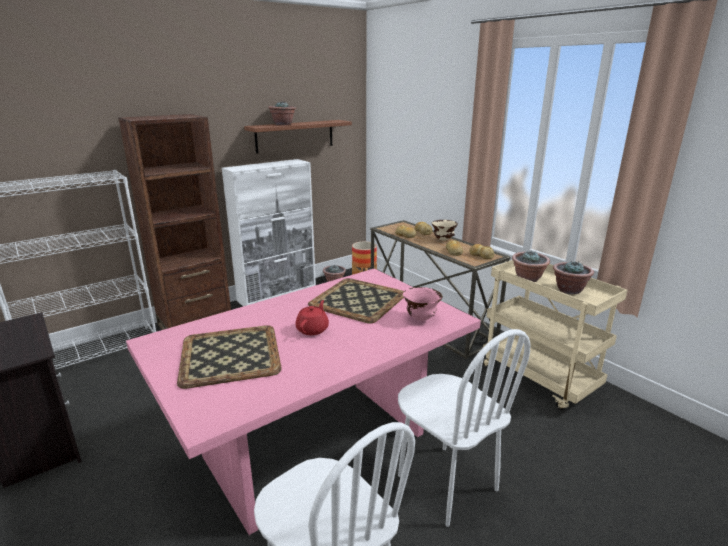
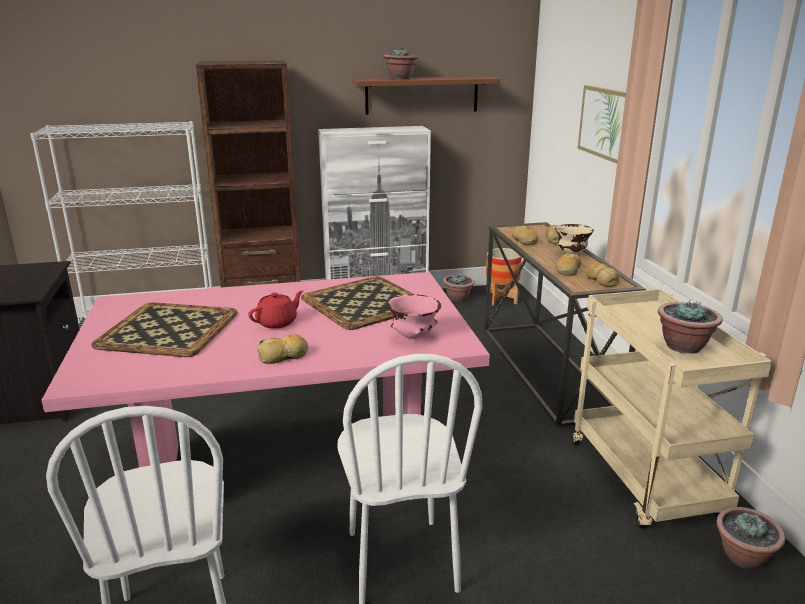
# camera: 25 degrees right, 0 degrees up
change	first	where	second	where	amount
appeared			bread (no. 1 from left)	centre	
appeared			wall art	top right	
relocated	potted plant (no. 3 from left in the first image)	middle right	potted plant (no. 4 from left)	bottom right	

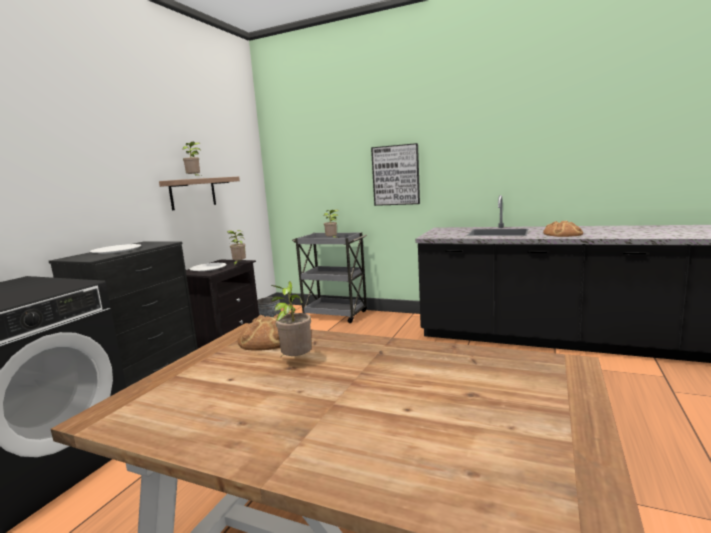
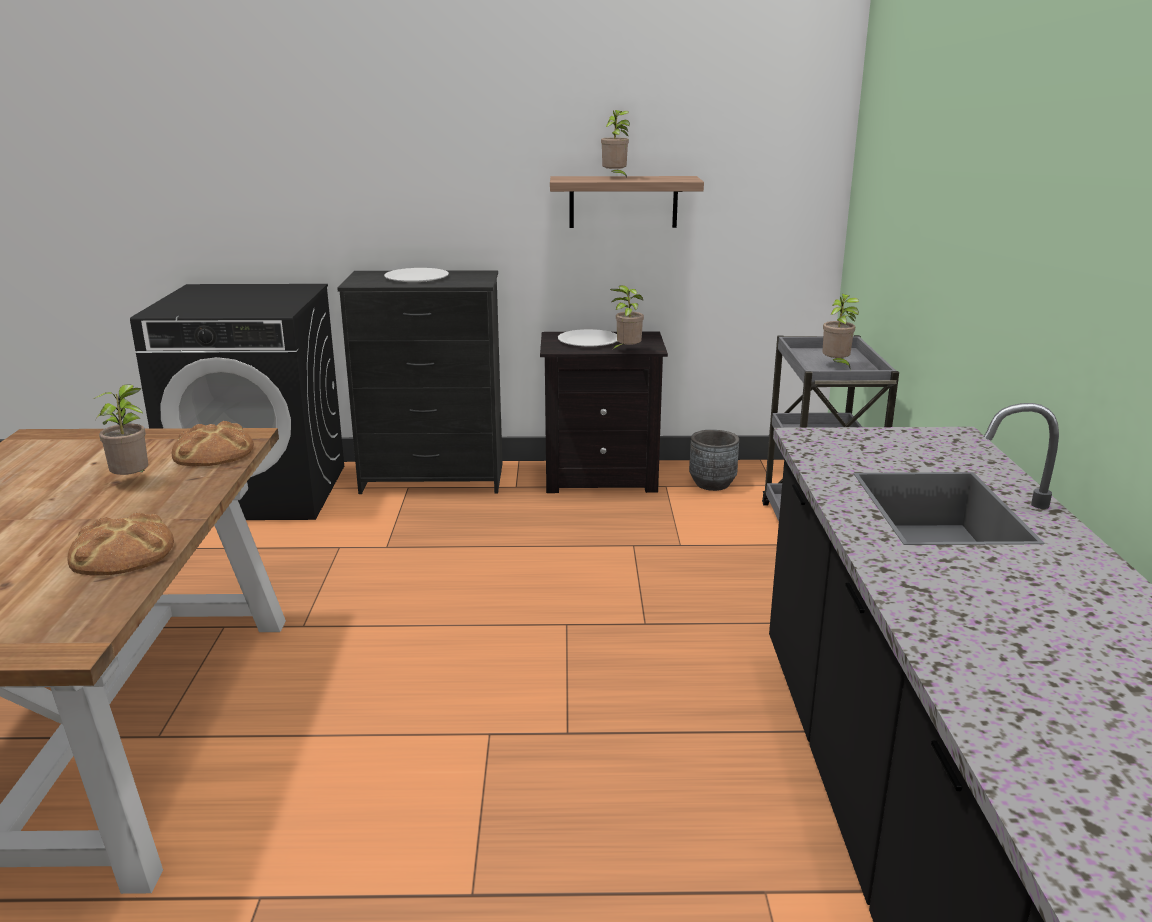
# camera: 65 degrees right, 10 degrees up
change	first	where	second	where	amount
missing	wall art	top centre			
relocated	bread (no. 2 from left in the first image)	middle right	bread (no. 1 from left)	middle left	

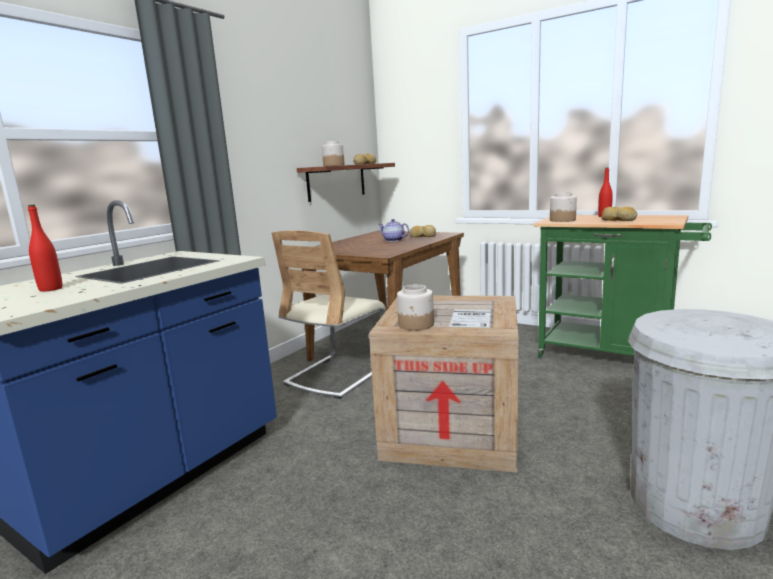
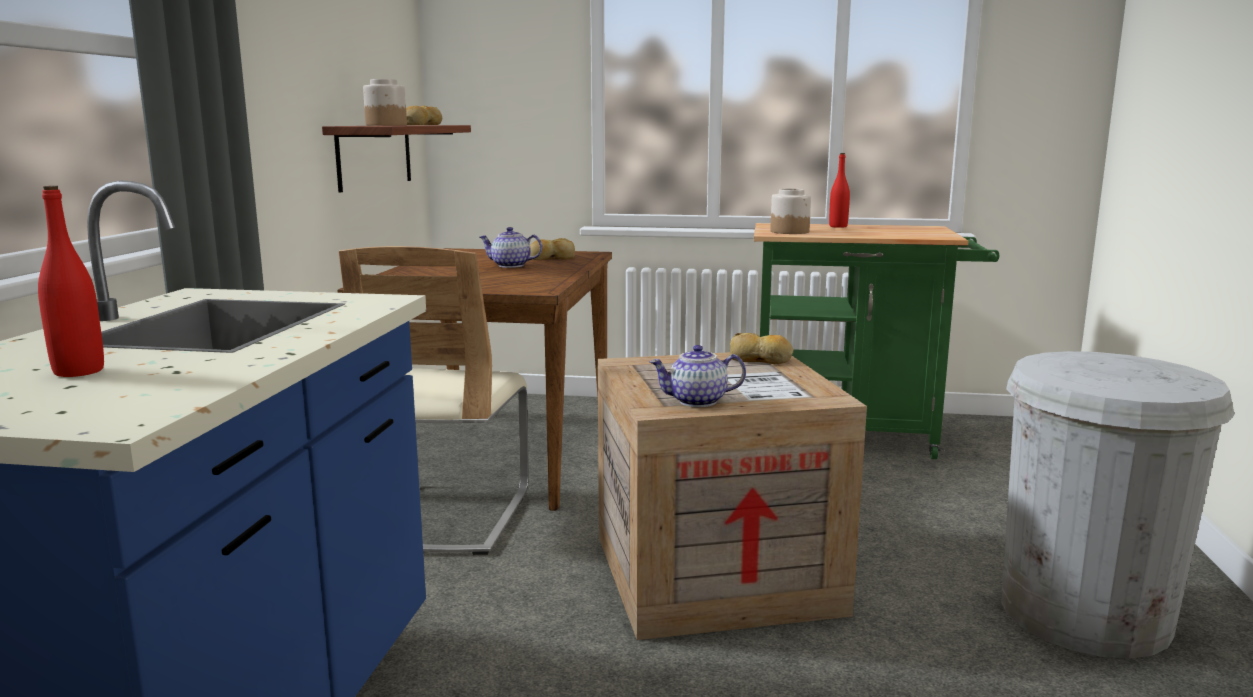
# camera: 25 degrees left, 0 degrees up
change	first	where	second	where	amount
relocated	bread (no. 3 from left)	middle right		centre	
exchanged	jar (no. 2 from left)	centre	teapot (no. 2 from left)	centre	

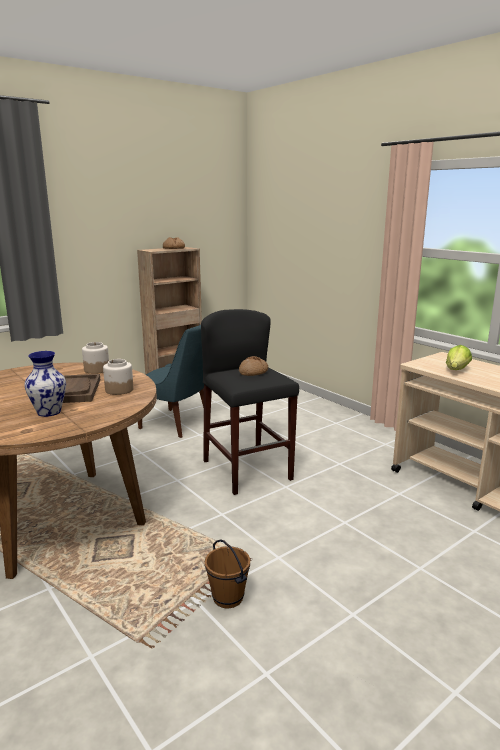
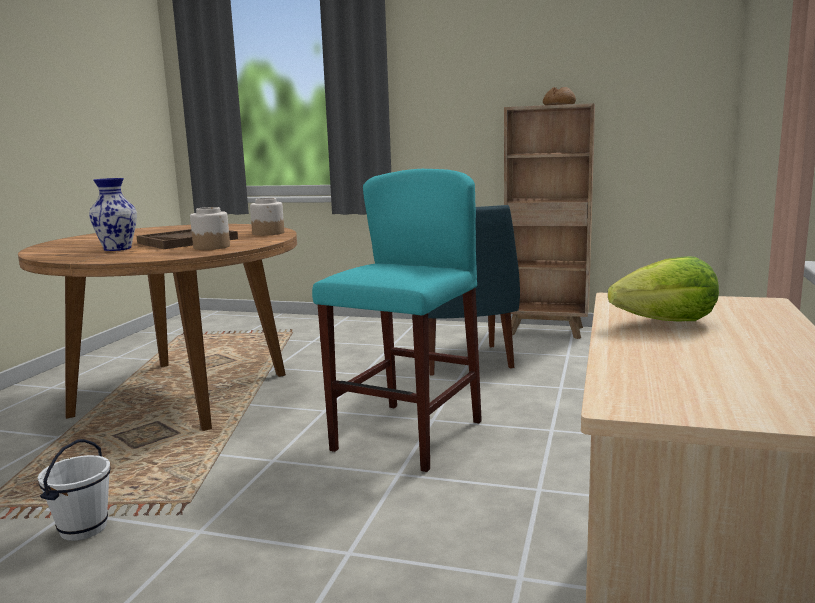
# camera: 55 degrees right, 5 degrees down
change	first	where	second	where	amount
missing	bread (no. 2 from left)	centre			
colour	stool/black	centre	stool/turquoise-coloured	centre	
colour	bucket/brown	bottom centre	bucket/white-coloured	bottom left	

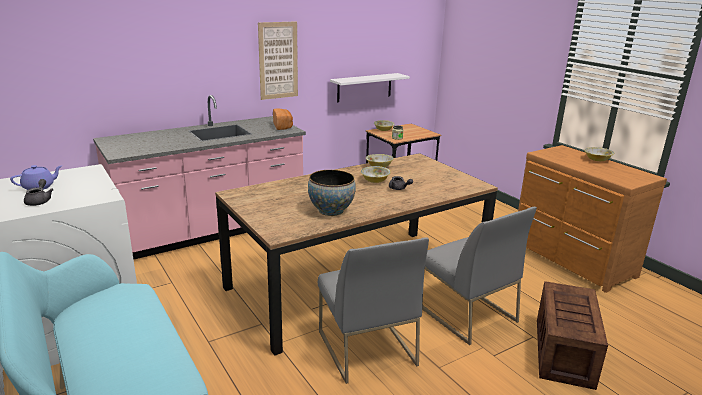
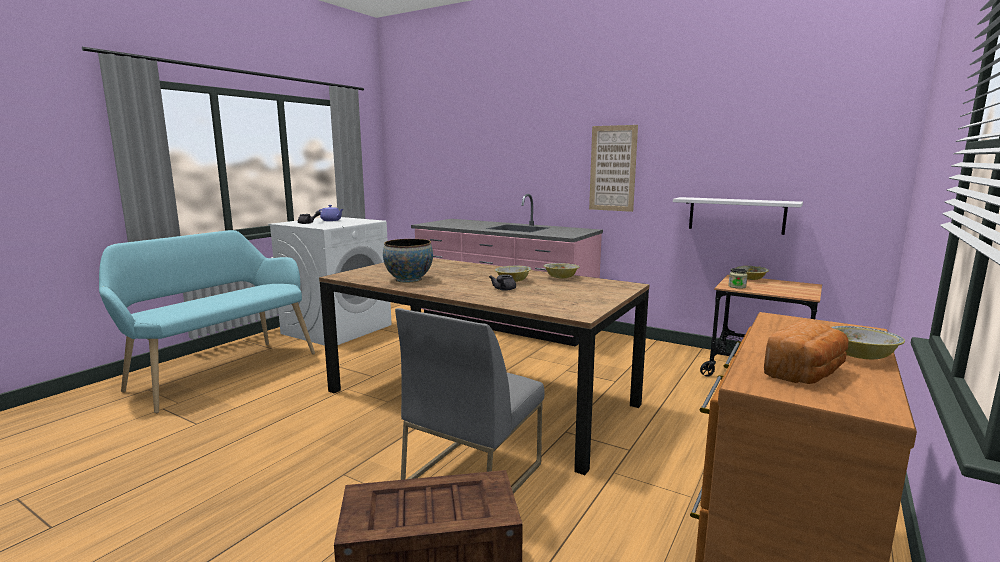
# camera: 65 degrees right, 10 degrees down
change	first	where	second	where	amount
missing	plain chair/grey (no. 1 from left)	bottom centre			
relocated	bread	top centre		middle right	

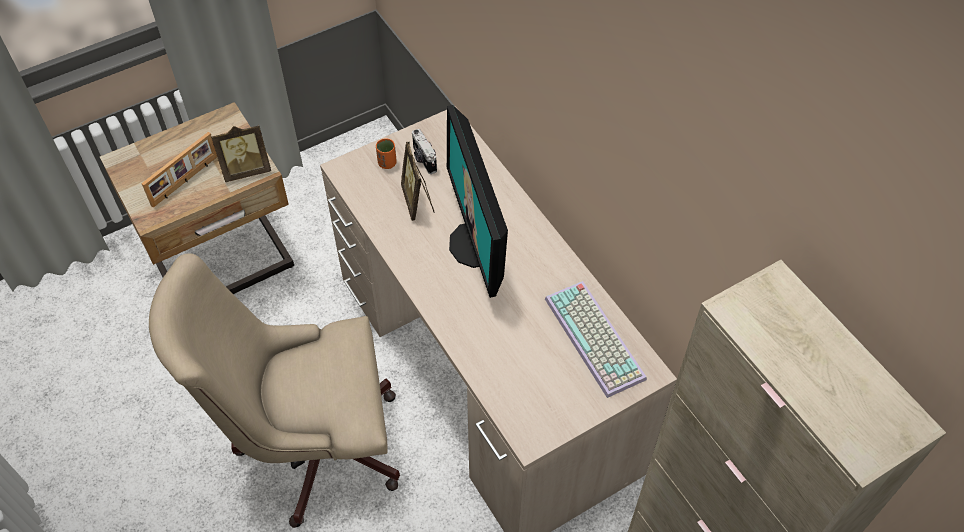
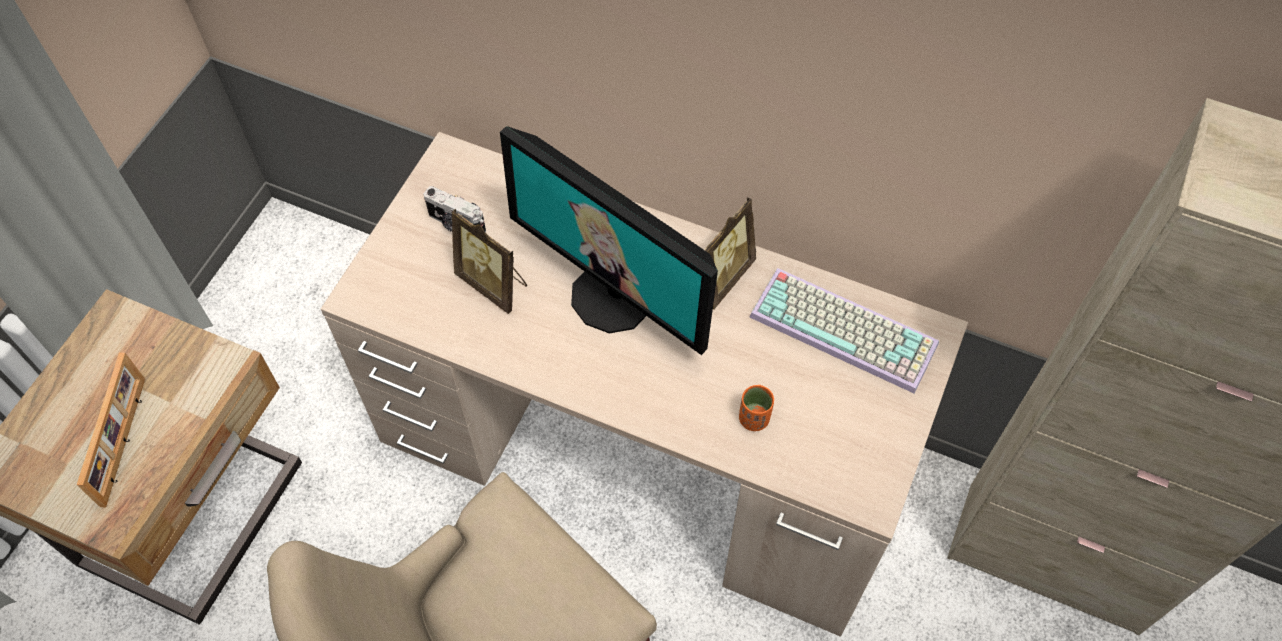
# camera: 35 degrees left, 5 degrees up
change	first	where	second	where	amount
relocated	picture frame (no. 2 from left in the first image)	top left	picture frame (no. 3 from left)	centre	
relocated	cup/orange-coloured	top centre		centre	

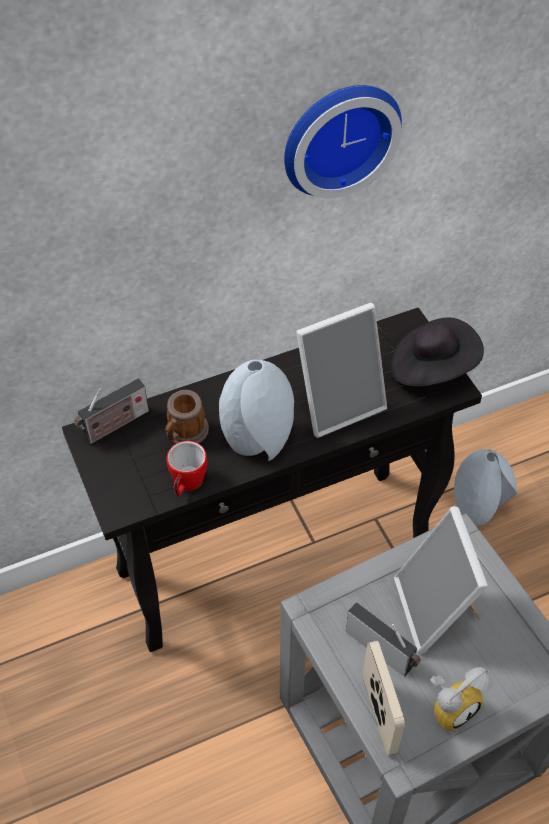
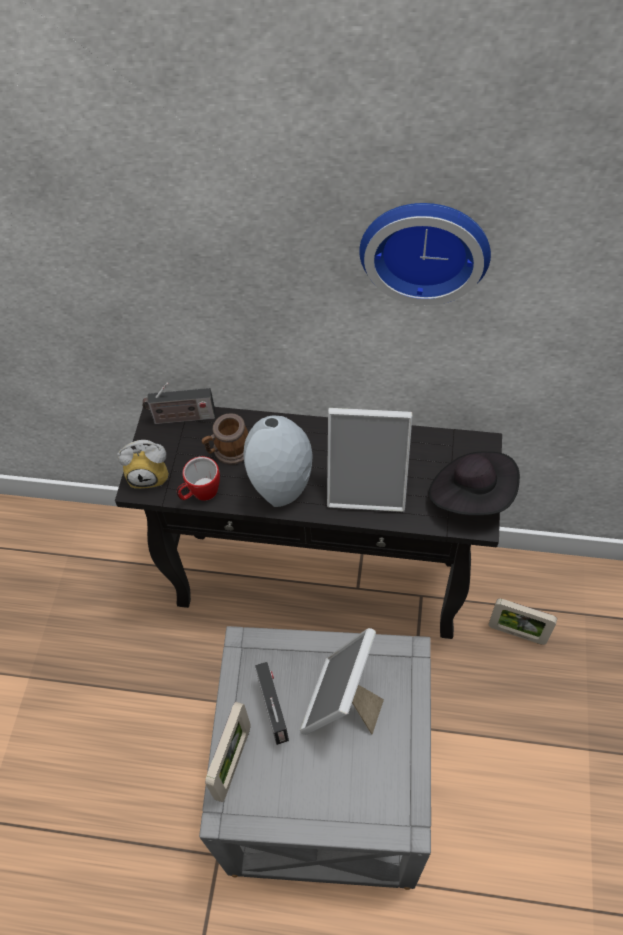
# camera: 35 degrees right, 5 degrees up
change	first	where	second	where	amount
relocated	alarm clock	bottom right		middle left	
exchanged	flower vase/grey (no. 2 from left)	middle right	picture frame (no. 4 from left)	middle right	

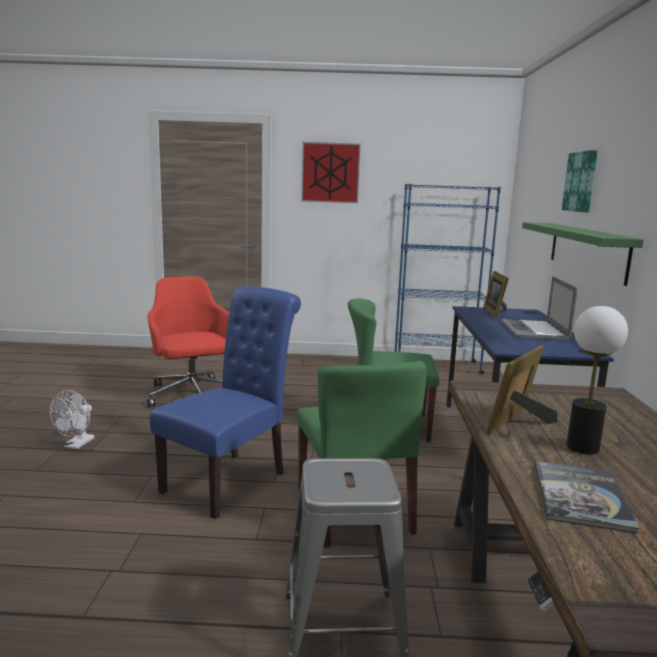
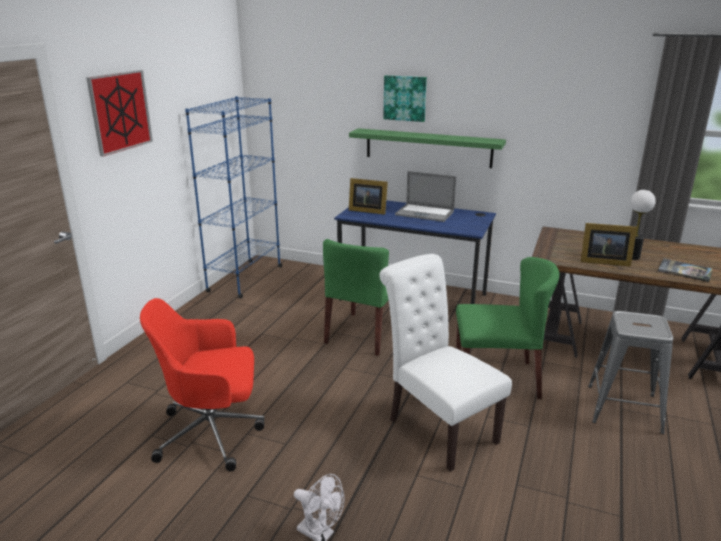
# camera: 70 degrees left, 10 degrees up
change	first	where	second	where	amount
colour	plain chair/blue	centre	plain chair/white-coloured	bottom centre	
spun	picture frame (no. 2 from left)	middle right		middle right	45 degrees counterclockwise

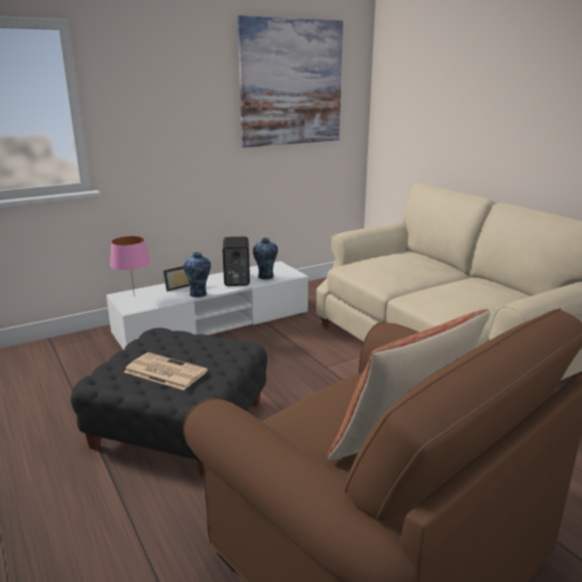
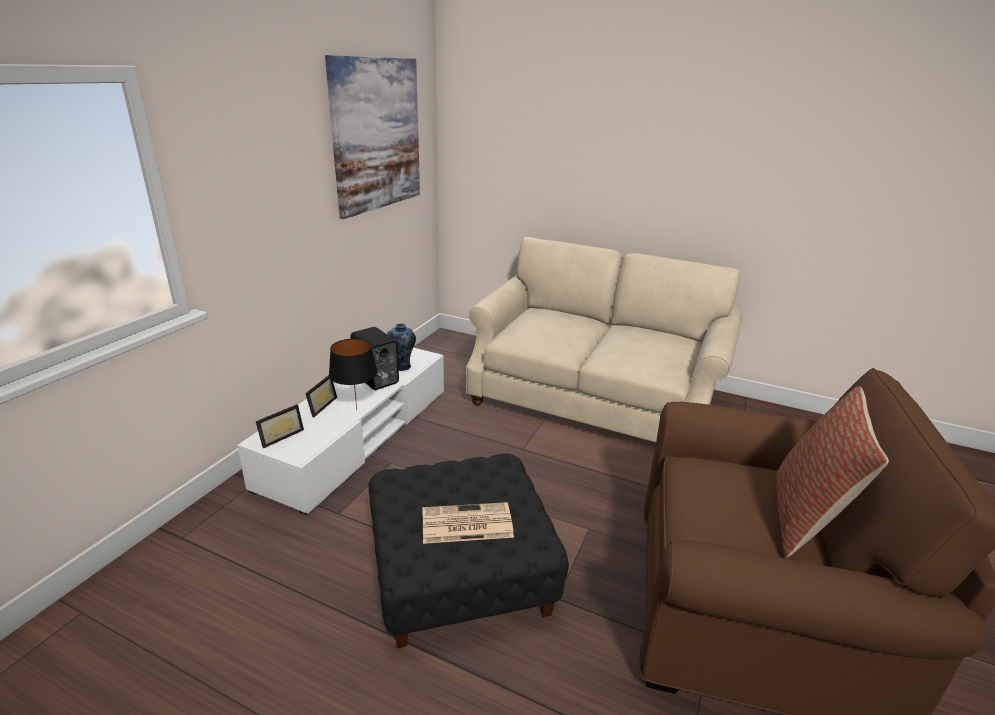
# camera: 35 degrees left, 5 degrees up
change	first	where	second	where	amount
exchanged	table lamp/pink-coloured	middle left	picture frame (no. 1 from left)	middle left	
exchanged	flower vase (no. 1 from left)	centre	table lamp/black	centre	

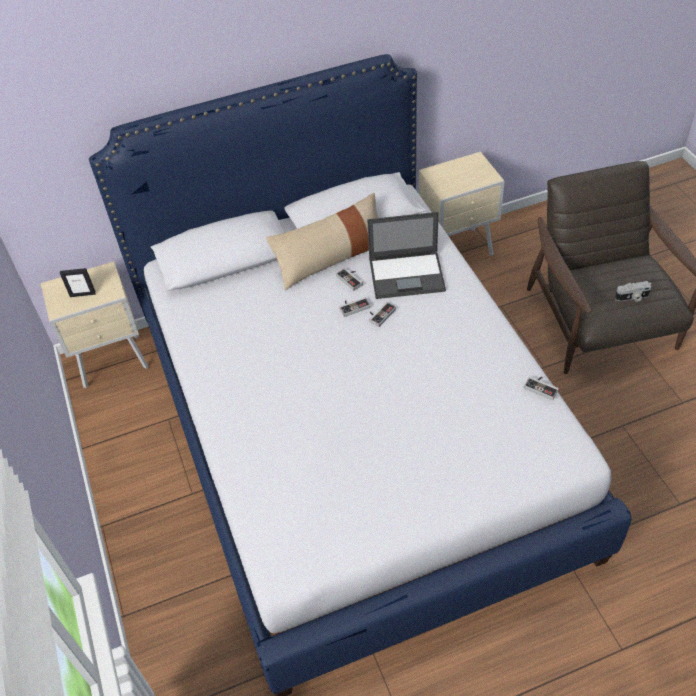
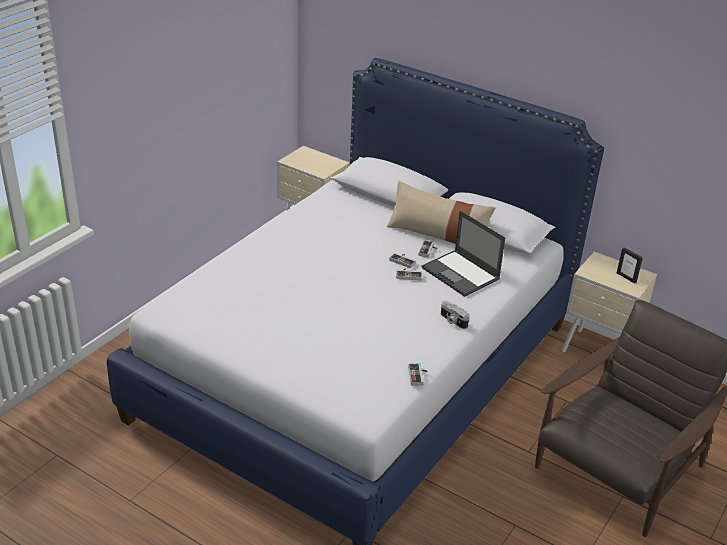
# camera: 50 degrees right, 15 degrees down
change	first	where	second	where	amount
relocated	picture frame	middle left		middle right	
relocated	still camera	middle right		centre	

